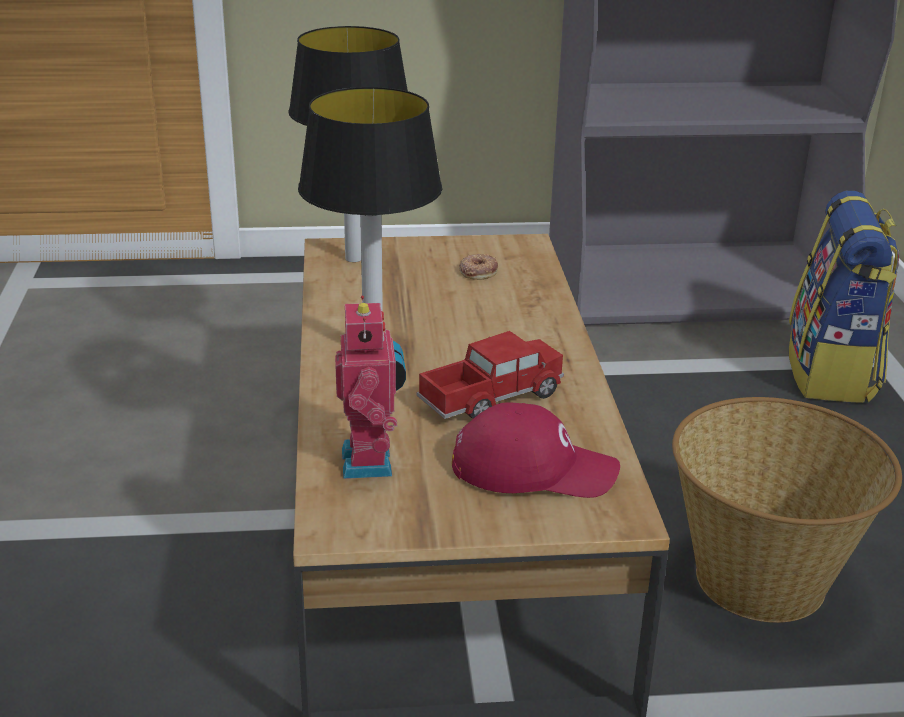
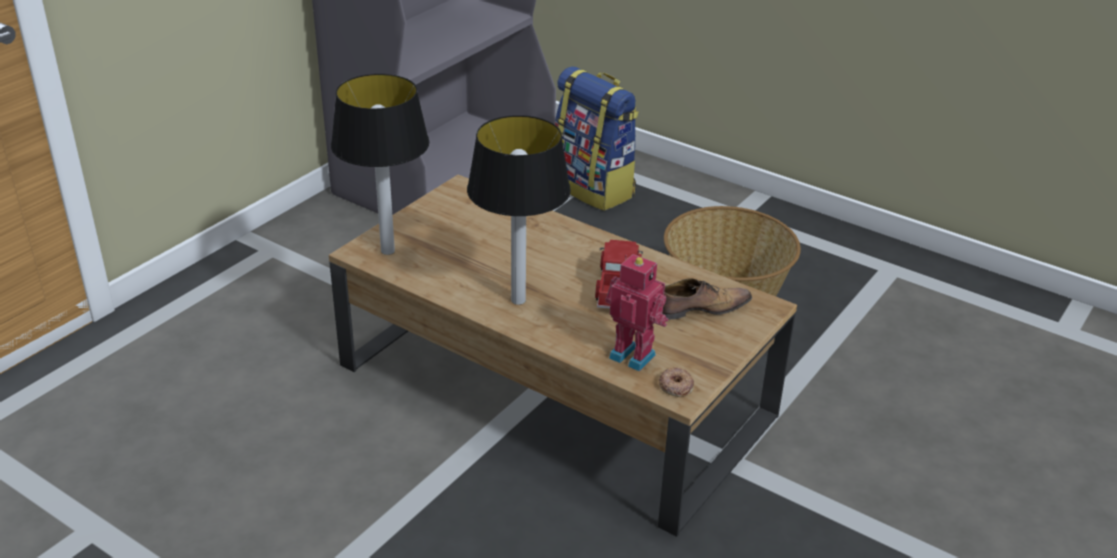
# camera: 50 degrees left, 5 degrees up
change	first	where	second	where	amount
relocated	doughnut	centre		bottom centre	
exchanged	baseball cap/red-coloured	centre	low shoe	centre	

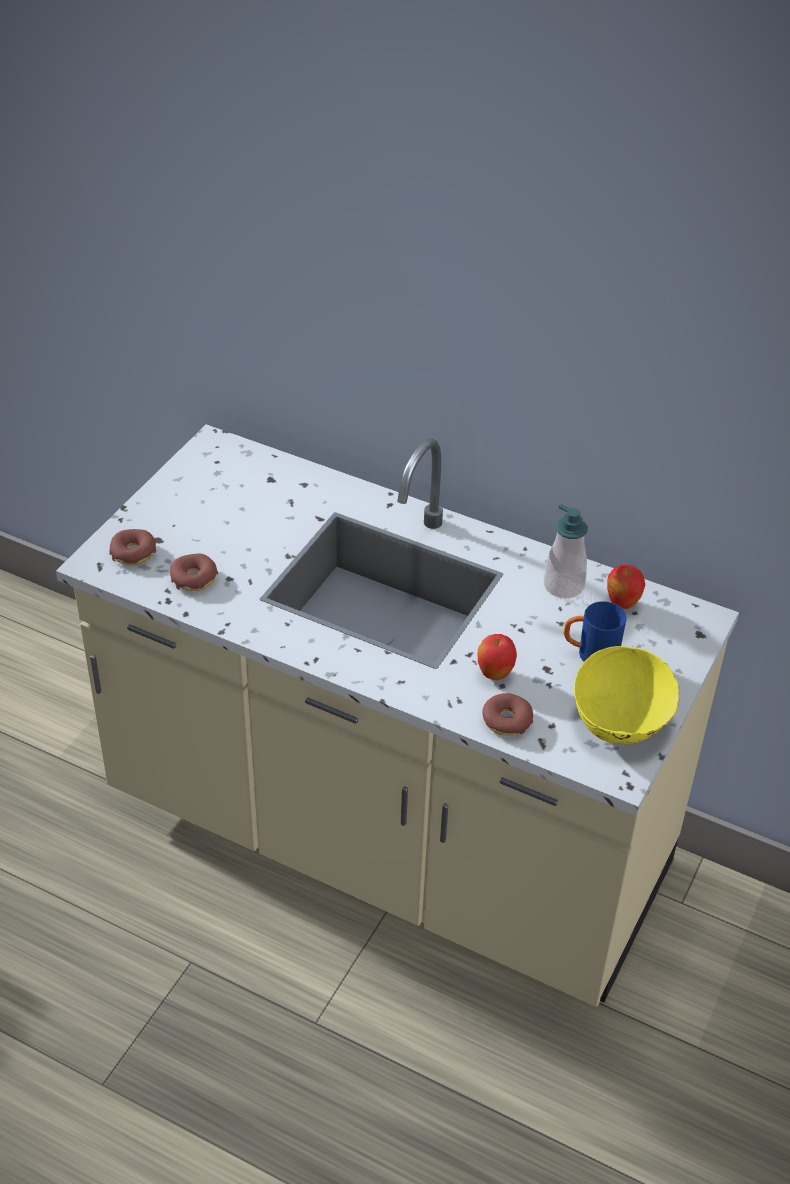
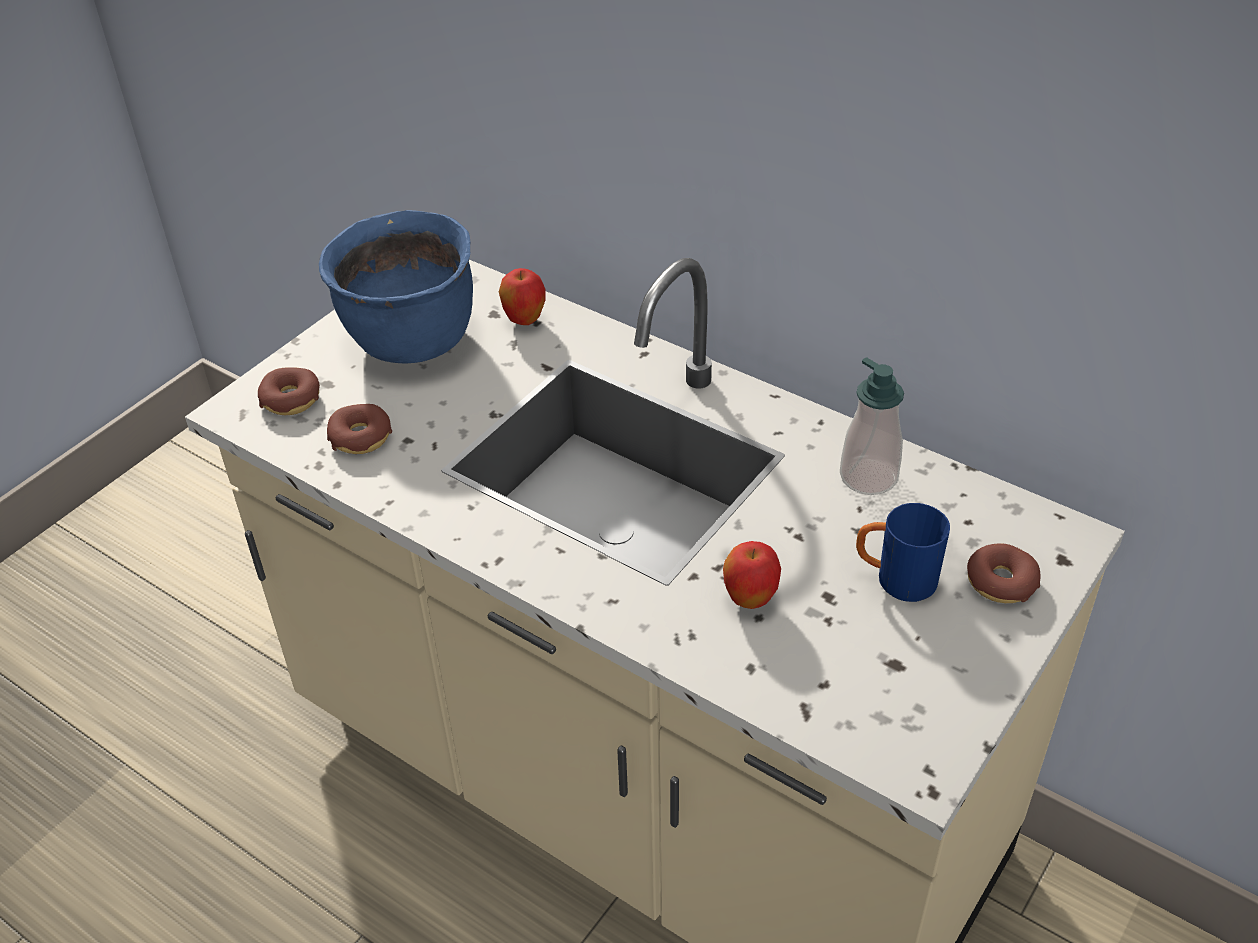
# camera: 10 degrees right, 0 degrees up
change	first	where	second	where	amount
missing	serving bowl/yellowish	middle right			
appeared			stockpot/blue	top left	
relocated	doughnut (no. 3 from left)	centre		middle right	
relocated	apple fruit (no. 2 from left in the first image)	middle right	apple fruit (no. 1 from left)	top centre	

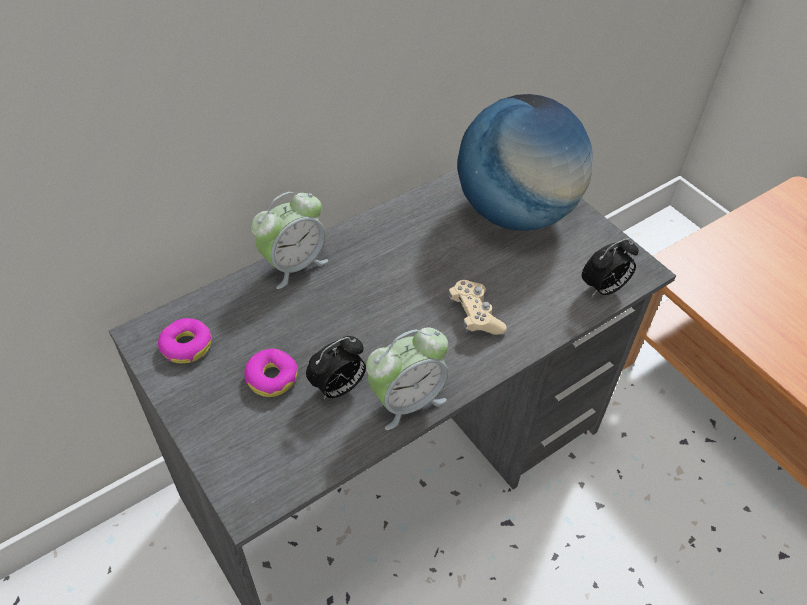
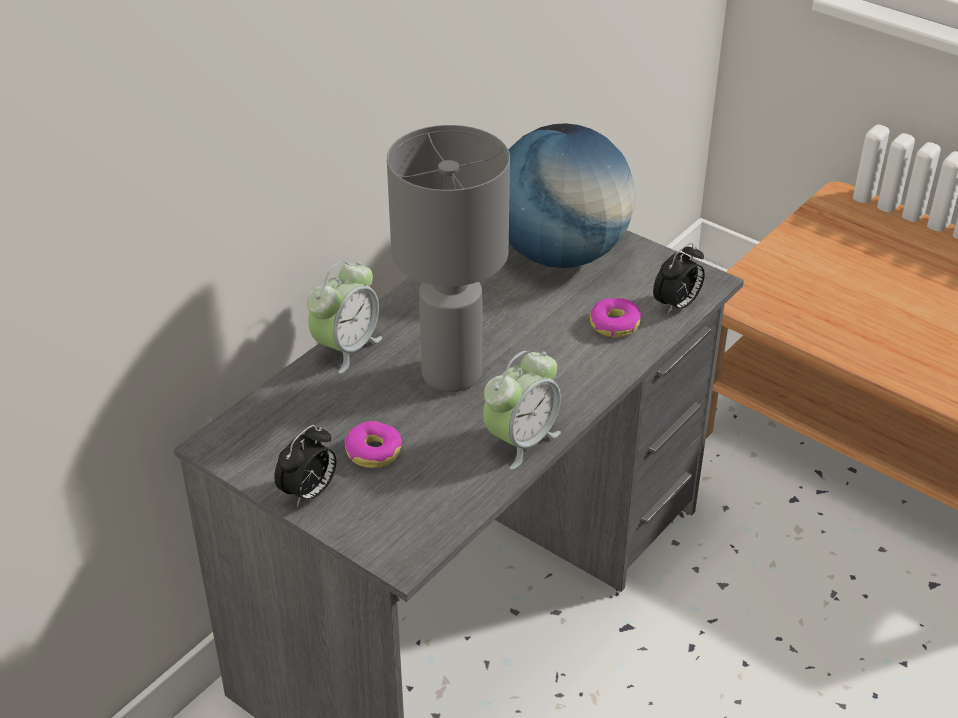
# camera: 15 degrees left, 10 degrees down
change	first	where	second	where	amount
missing	game controller/beige	centre			
appeared			table lamp/grey	centre	
relocated	doughnut (no. 1 from left in the first image)	middle left	doughnut (no. 2 from left)	centre	
relocated	alarm clock (no. 2 from left in the first image)	centre	alarm clock (no. 1 from left)	middle left	

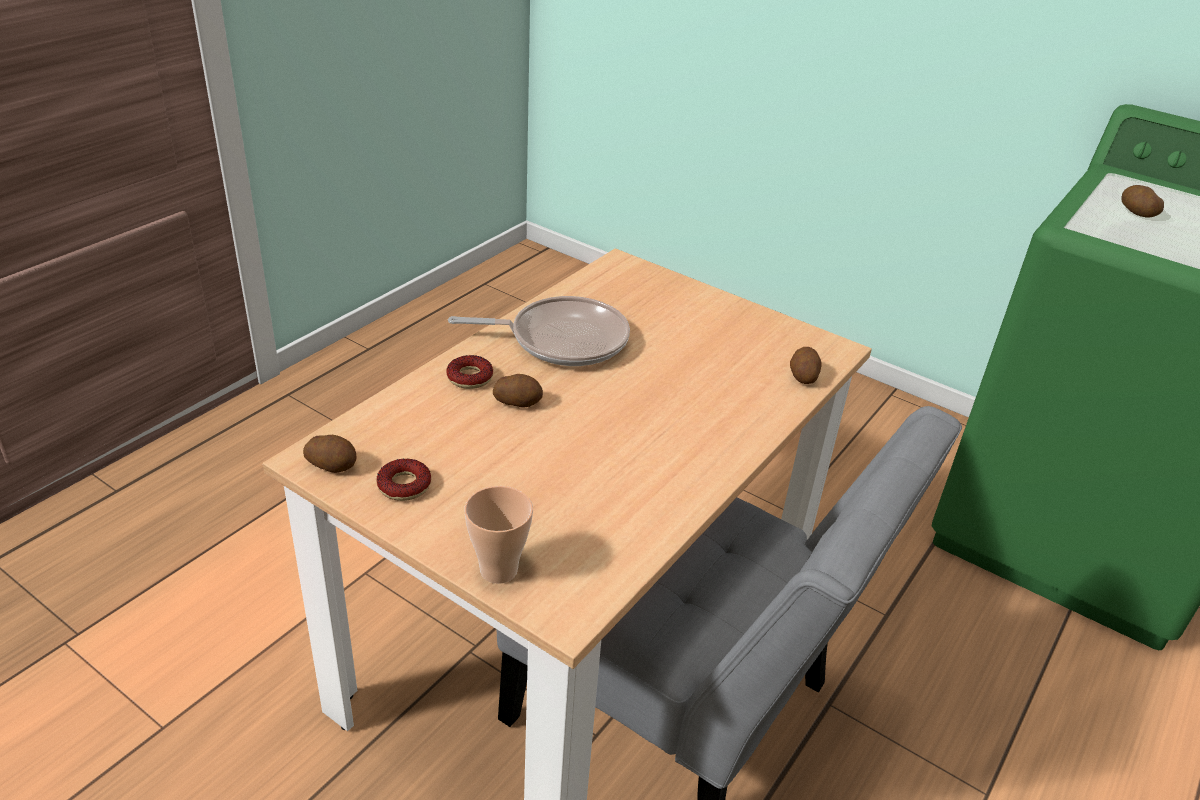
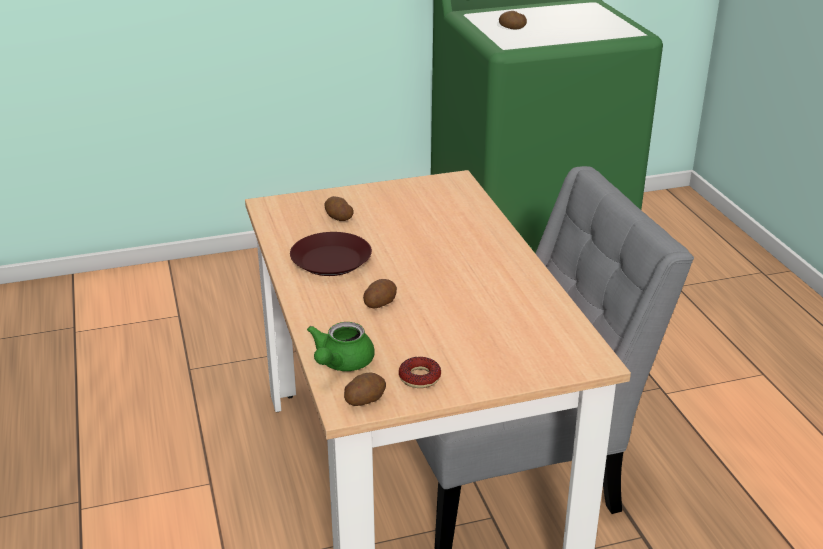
# camera: 50 degrees left, 5 degrees down
change	first	where	second	where	amount
missing	doughnut (no. 2 from left)	centre			
missing	cup	bottom centre			
appeared			teapot/green-coloured	centre	
relocated	whole potato (no. 3 from left in the first image)	middle right	whole potato (no. 1 from left)	centre	
exchanged	frying pan	centre	flat dish/brown	centre	

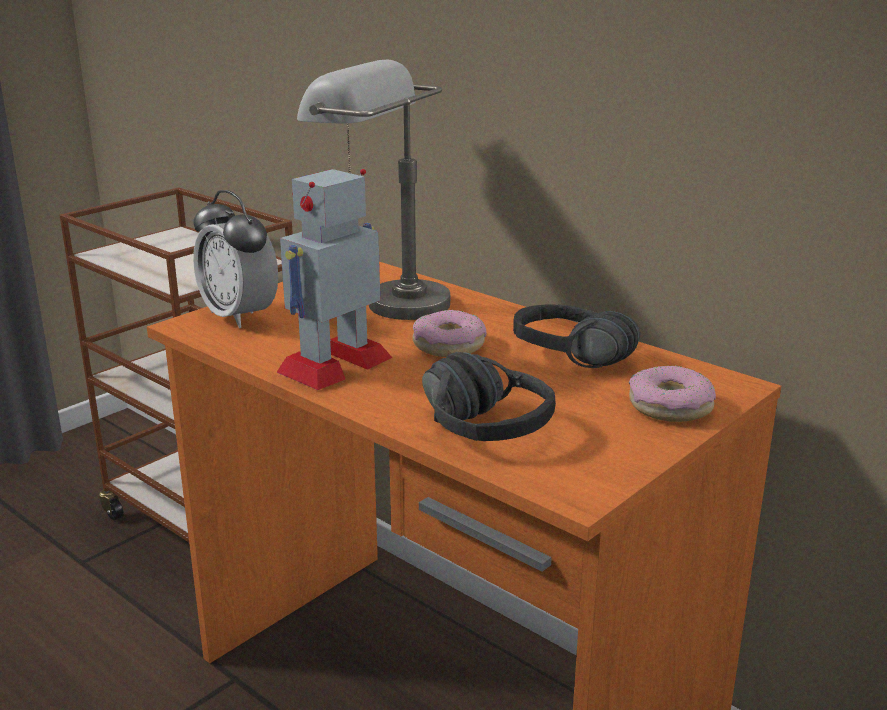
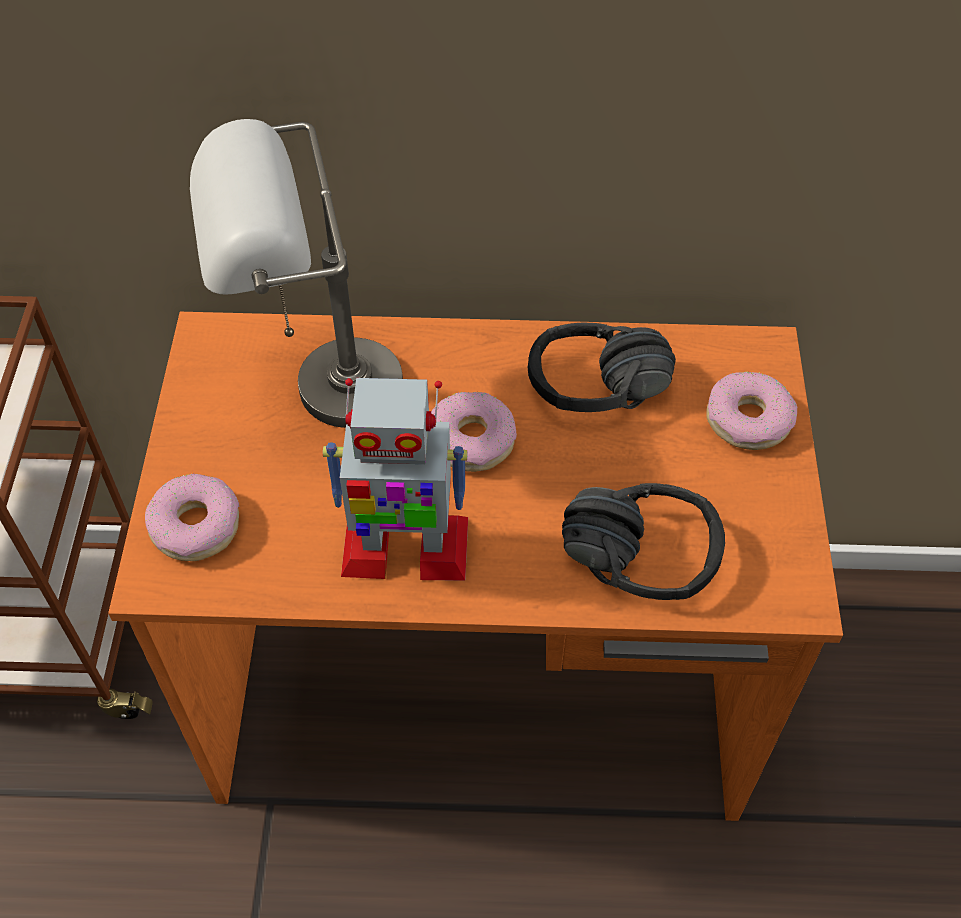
# camera: 40 degrees left, 30 degrees up
change	first	where	second	where	amount
exchanged	alarm clock	middle left	doughnut (no. 1 from left)	middle left	
spun	toy robot	centre		centre	90 degrees counterclockwise

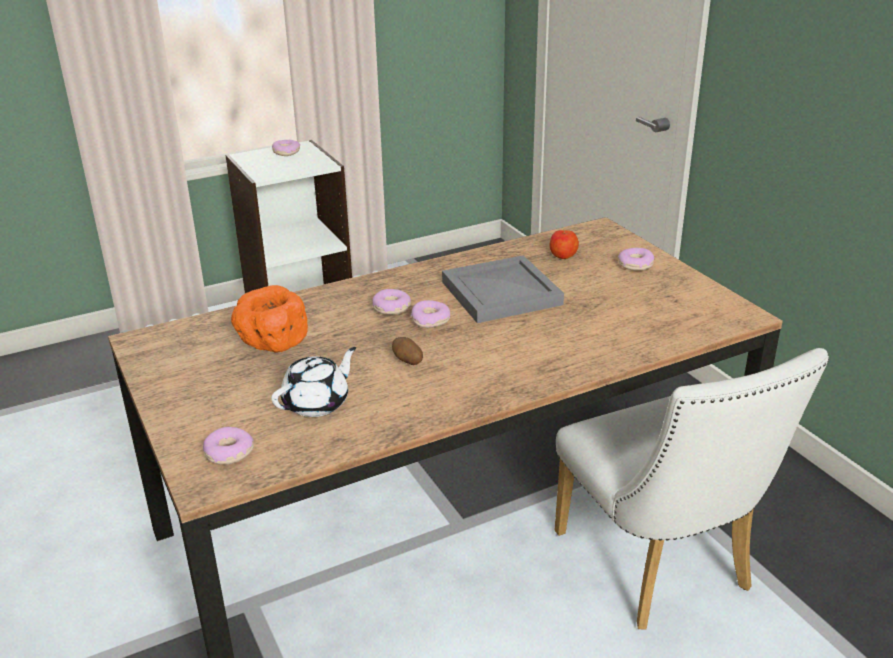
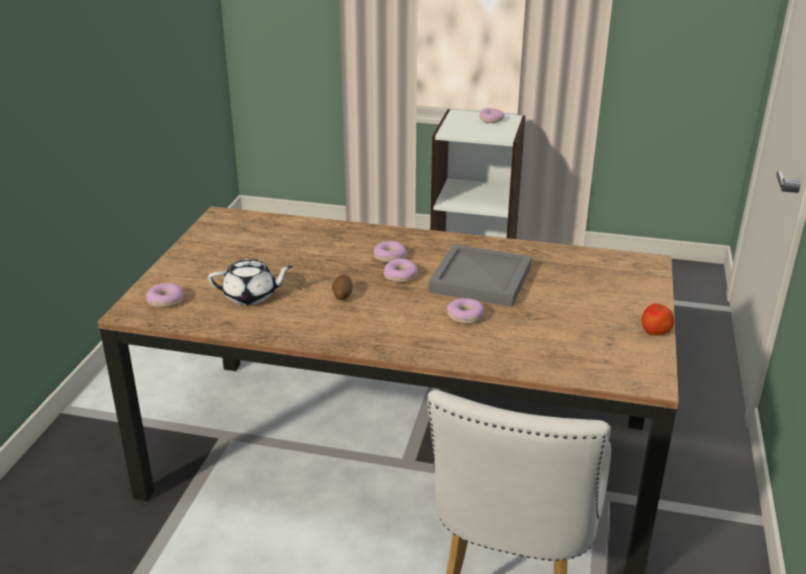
# camera: 40 degrees right, 0 degrees up
change	first	where	second	where	amount
missing	serving bowl/orange-coloured	middle left			
relocated	apple fruit	centre		middle right	
relocated	doughnut (no. 5 from left in the first image)	middle right	doughnut (no. 4 from left)	centre	

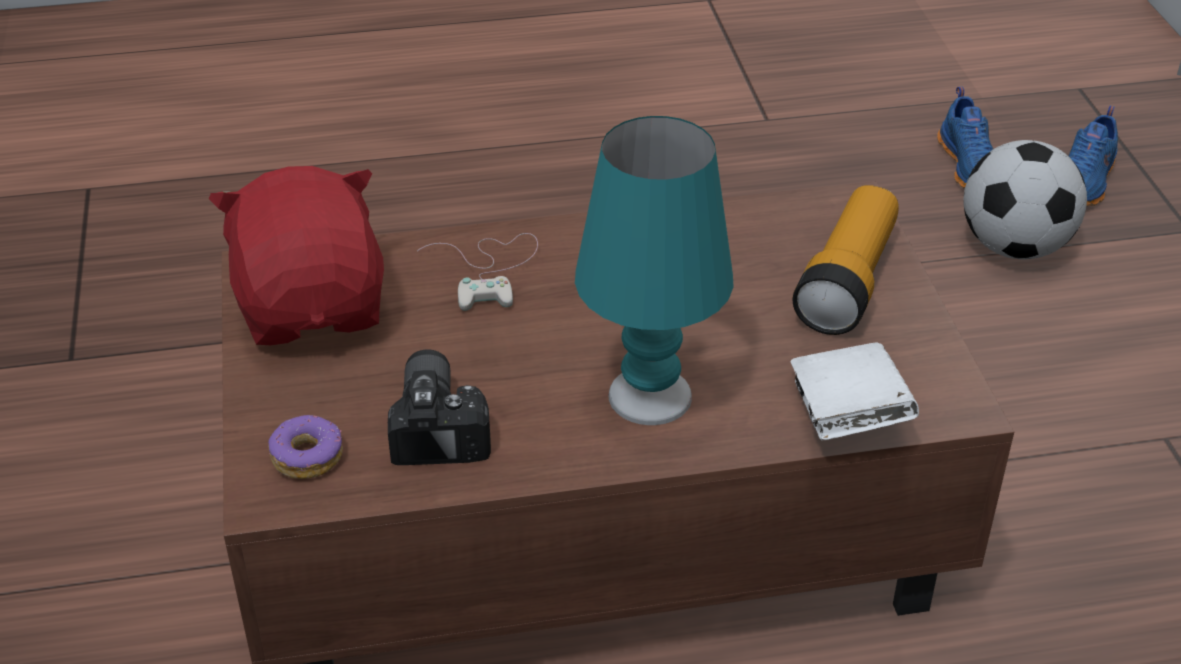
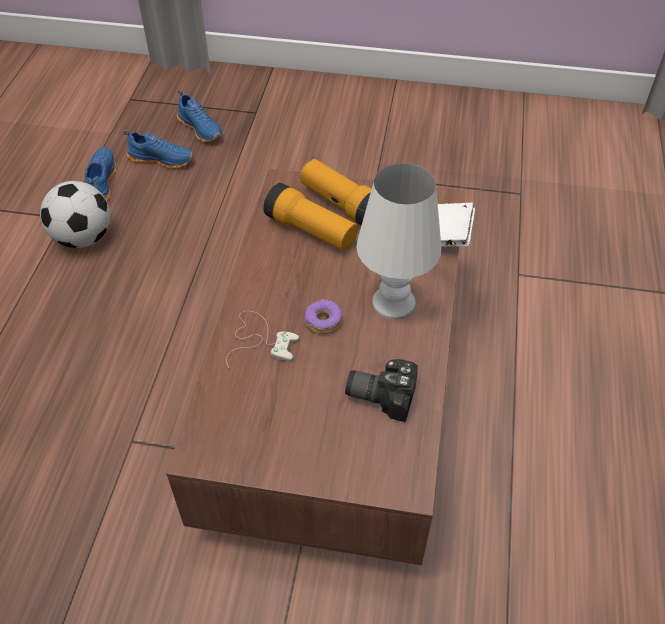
# camera: 70 degrees left, 10 degrees up
change	first	where	second	where	amount
missing	plush toy/red-coloured	middle left			
appeared			low shoe/blue (no. 1 from left)	top left	
appeared			hand torch (no. 1 from left)	centre	
relocated	doughnut	bottom left		centre	
relocated	football ball	top right		middle left	
colour	table lamp/turquoise-coloured	centre	table lamp/white-coloured	centre	

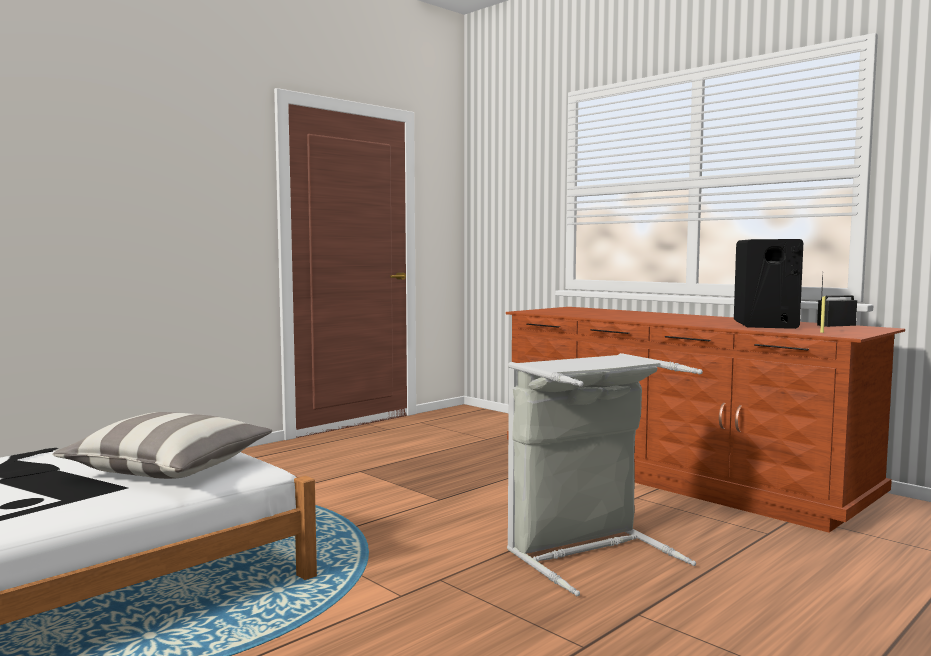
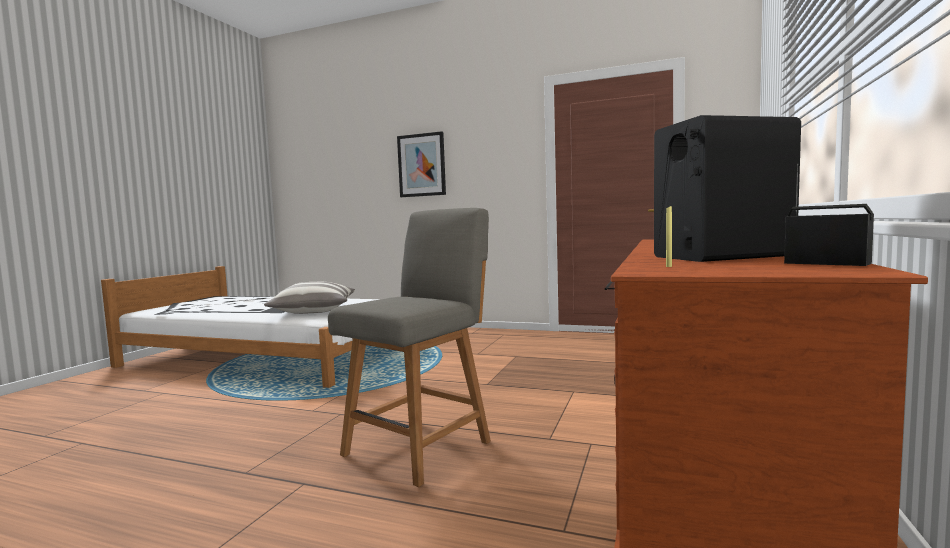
# camera: 65 degrees right, 0 degrees up
change	first	where	second	where	amount
appeared			wall art	top centre	
exchanged	hamper/grey	bottom centre	plain chair/grey	centre	

